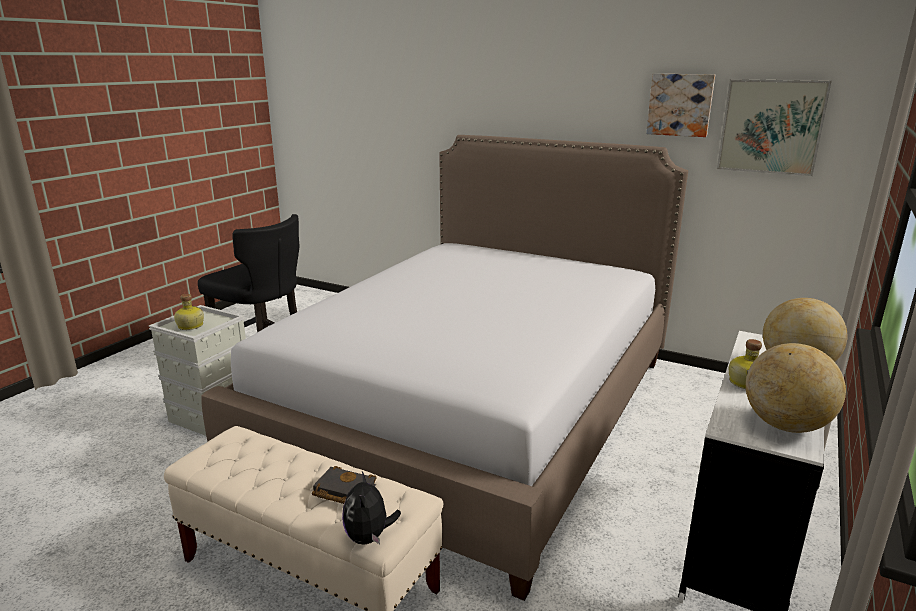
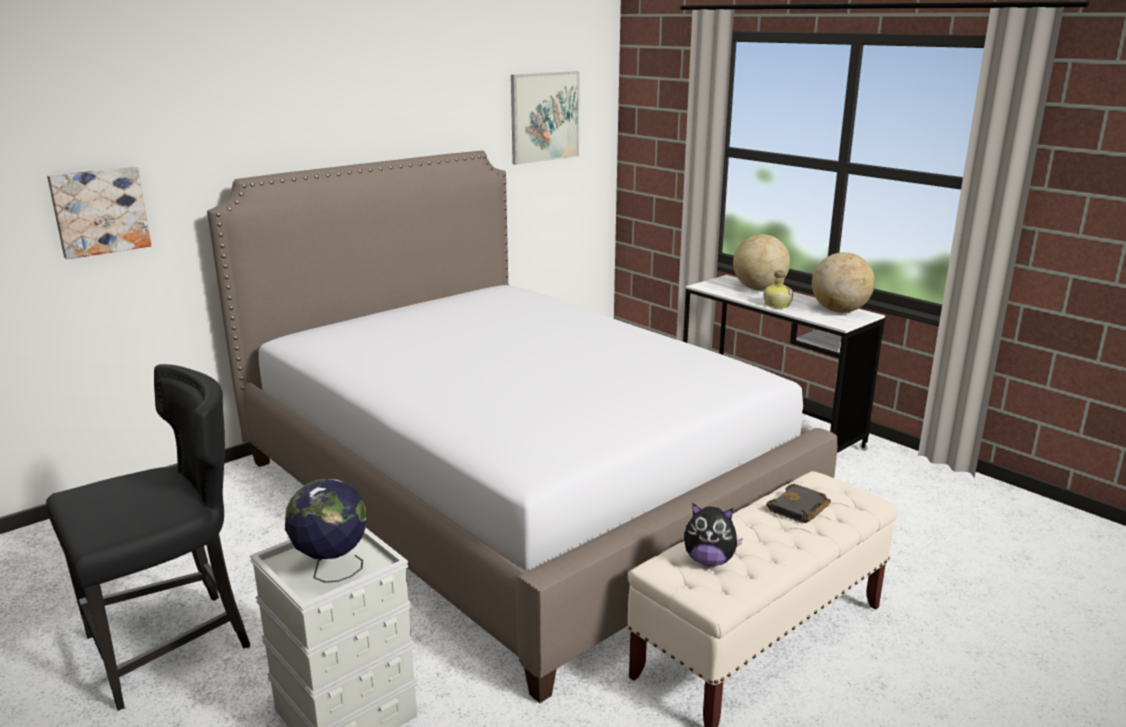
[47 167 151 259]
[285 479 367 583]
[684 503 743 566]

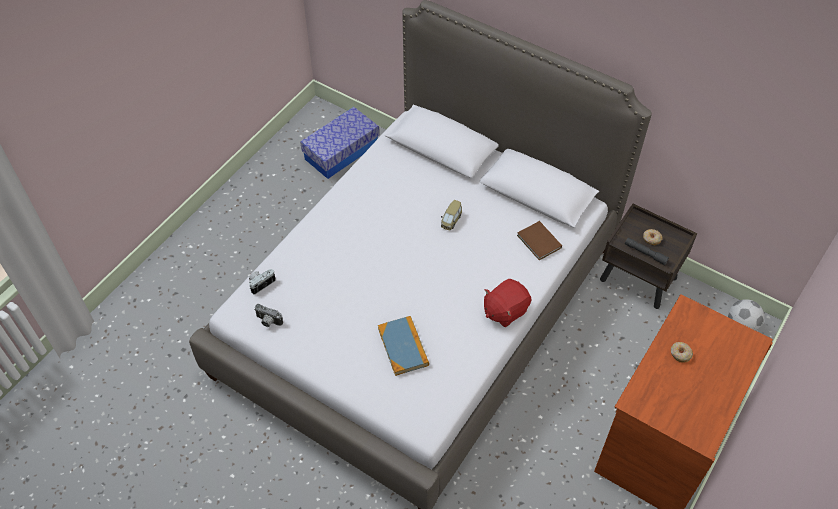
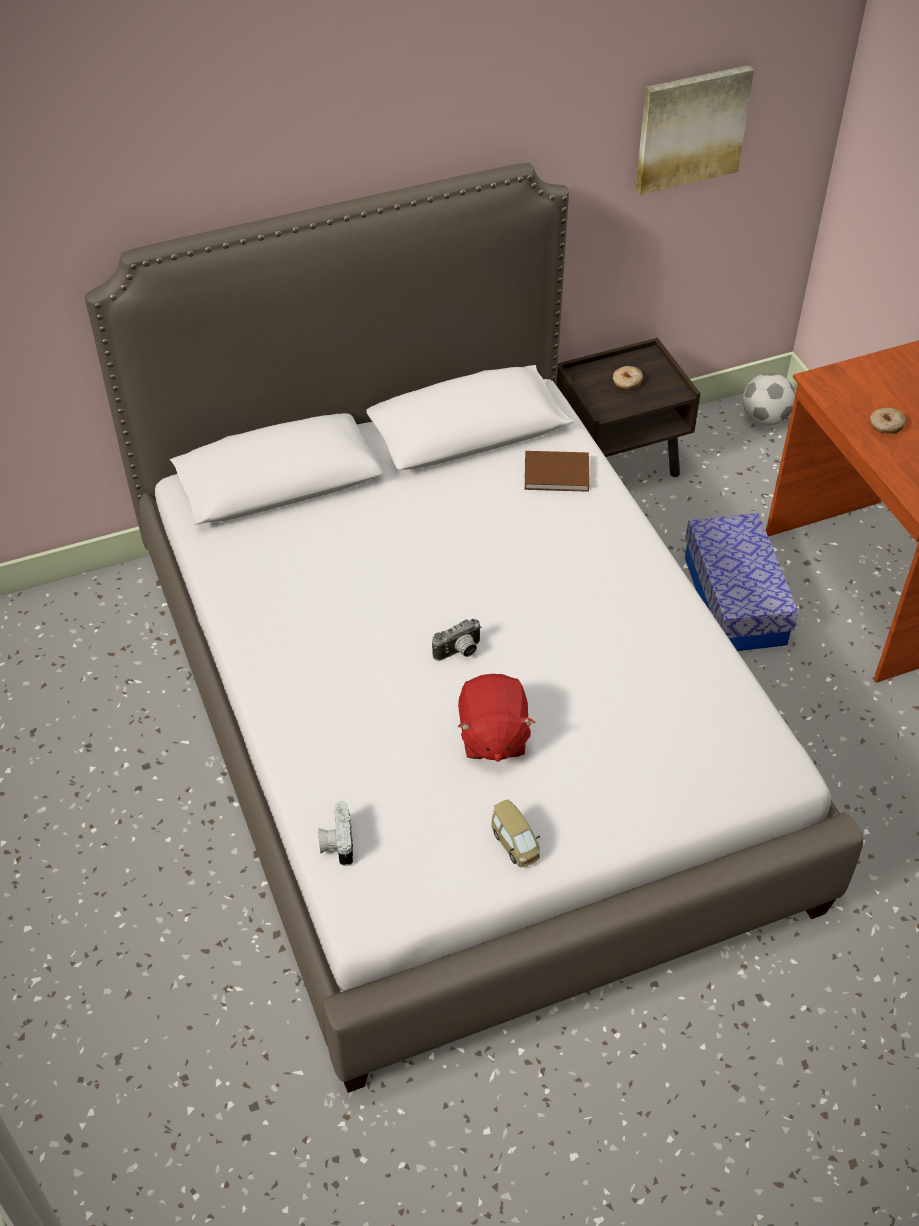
[432 619 482 661]
[458 674 535 762]
[491 799 540 868]
[636 65 754 195]
[685 513 799 651]
[378 316 429 376] (first image)
[625 237 669 265] (first image)

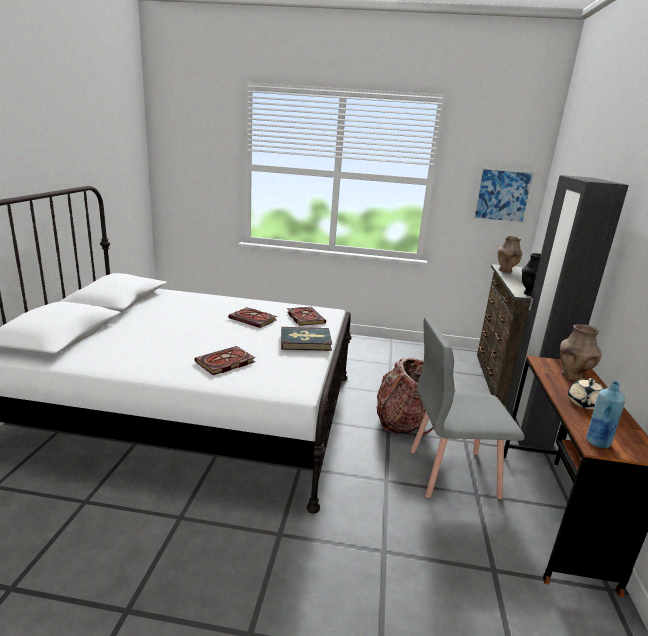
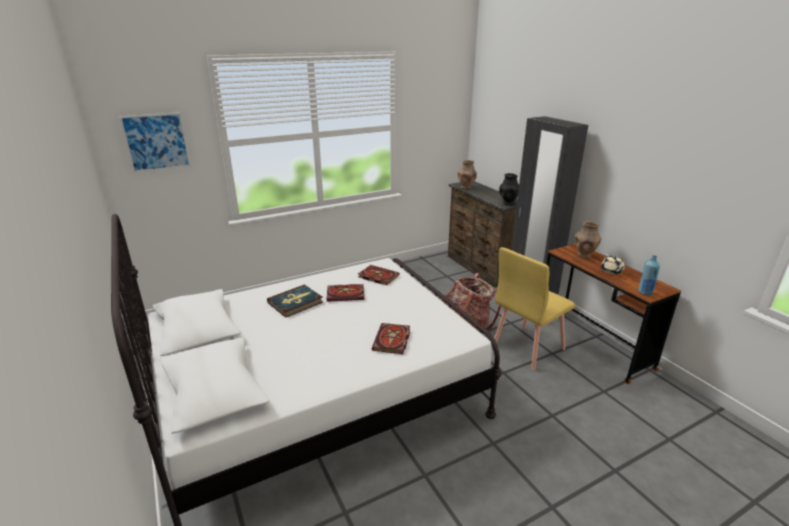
[119 112 191 173]
[267 285 323 318]
[494 247 576 370]

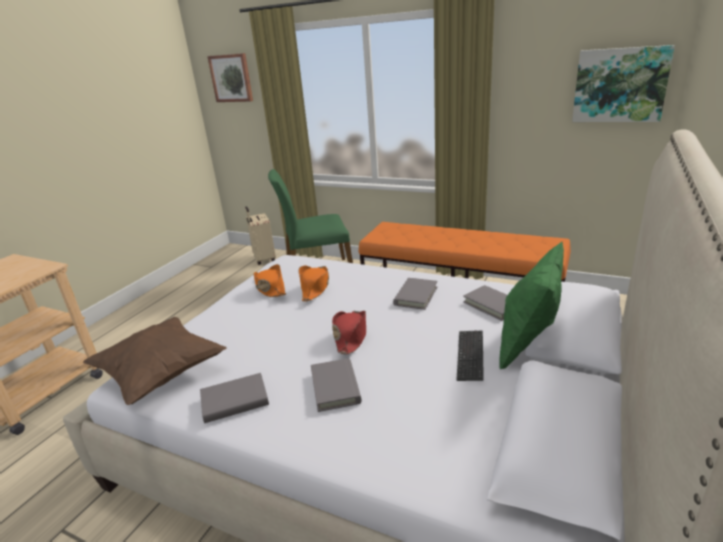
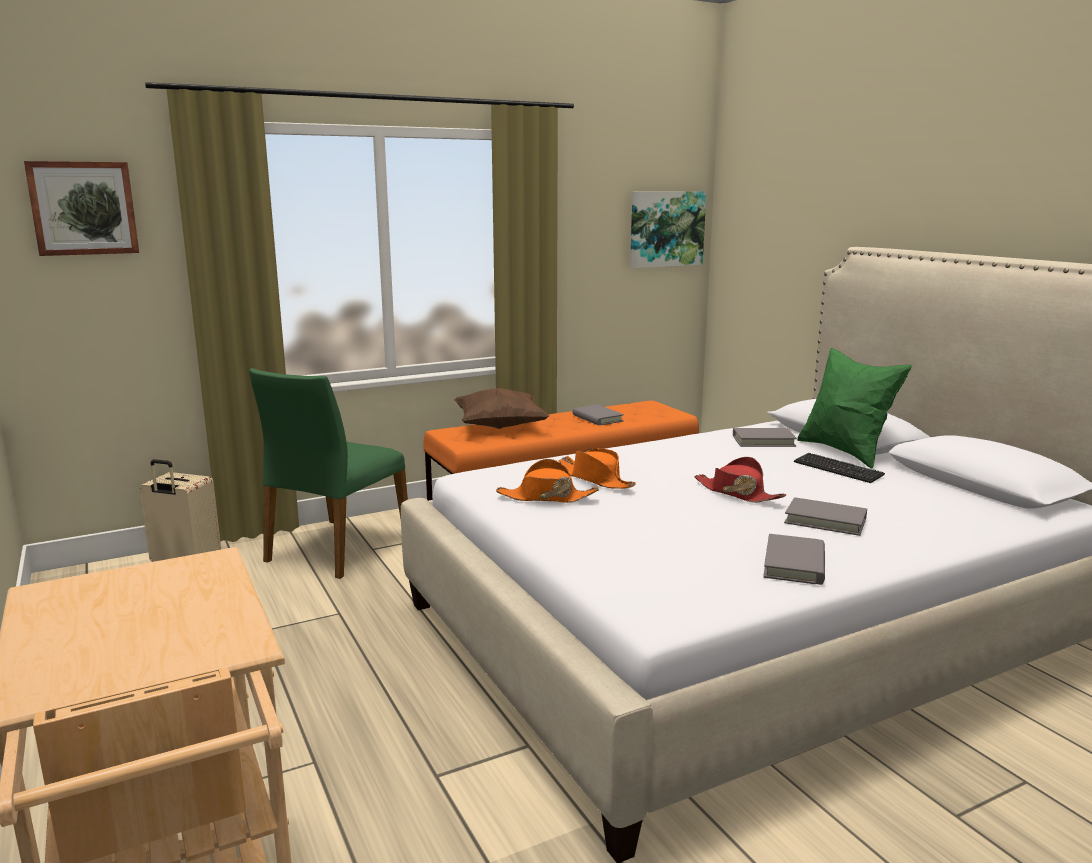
[454 388 549 429]
[573 405 624 425]

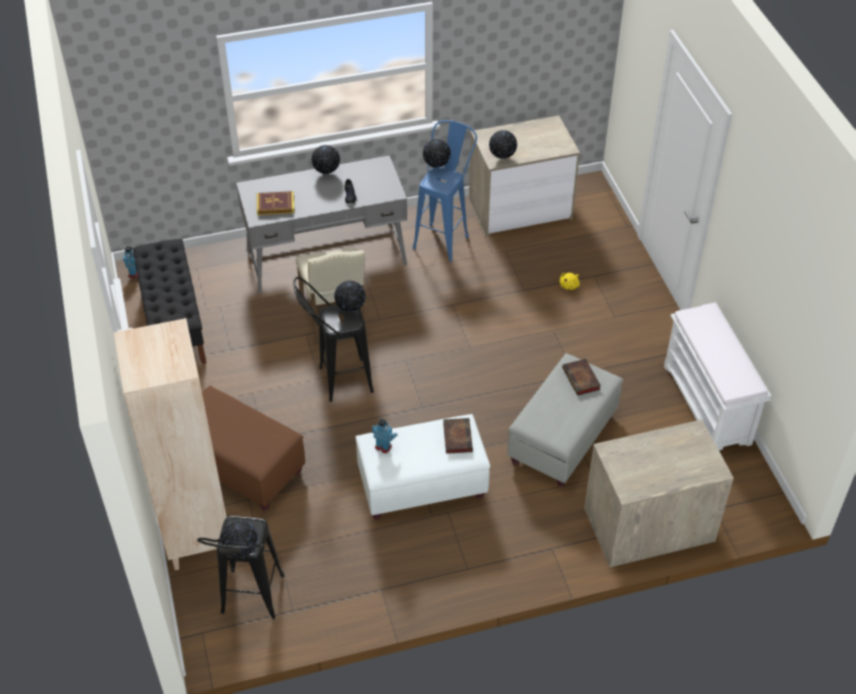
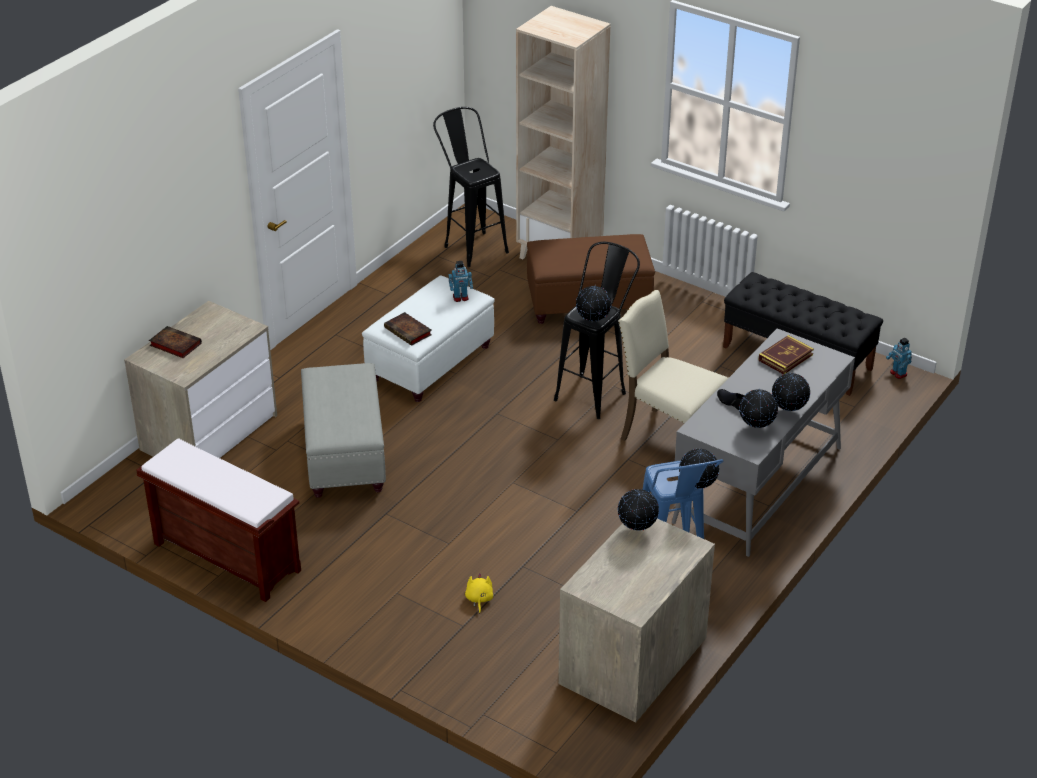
[136 438 301 602]
[149 326 202 358]
[739 389 778 428]

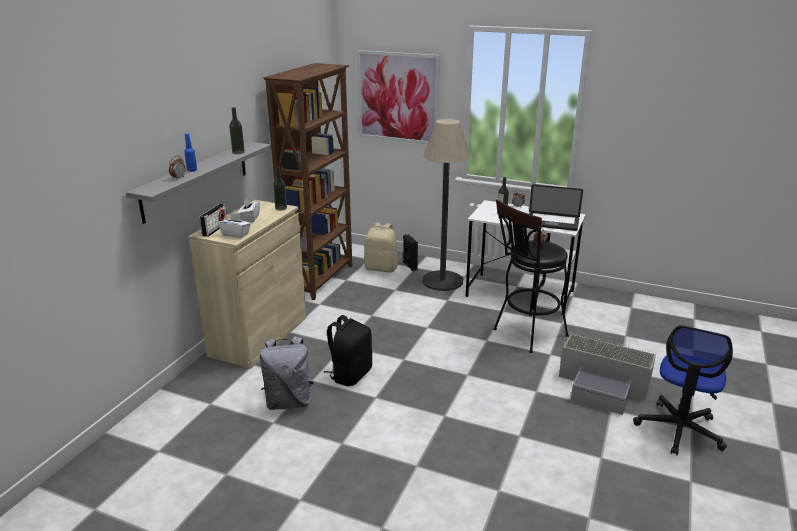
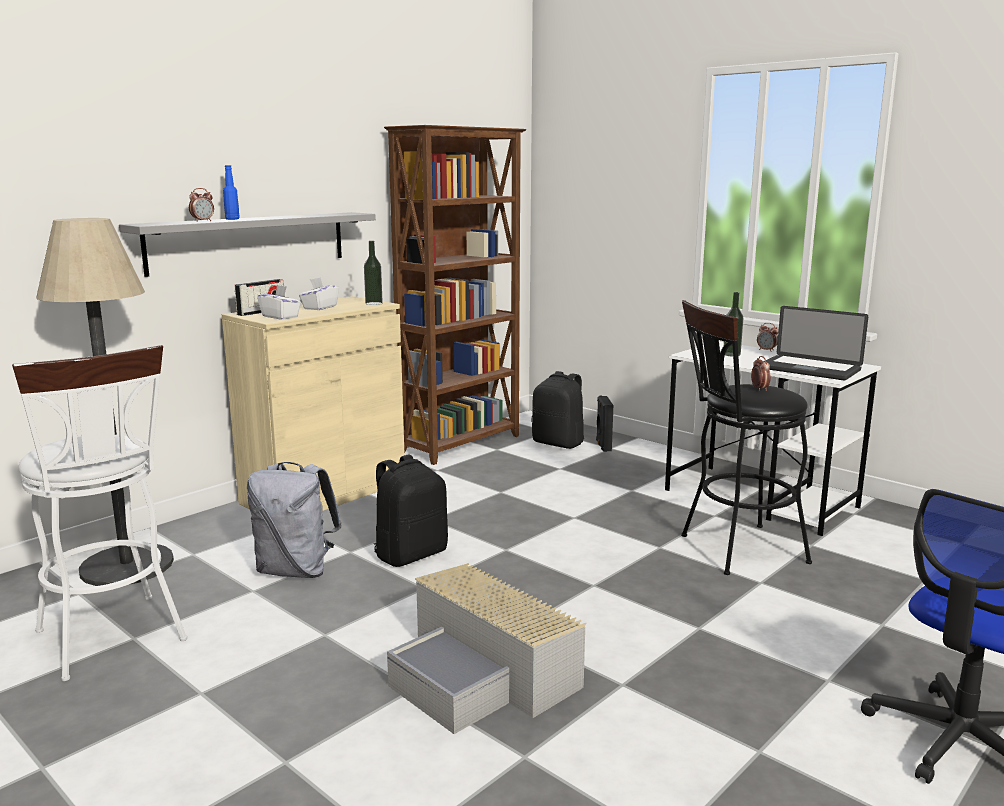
[12 345 187 681]
[36 218 174 586]
[387 563 586 734]
[531 371 584 449]
[229 107 245 154] (first image)
[357 50 440 144] (first image)

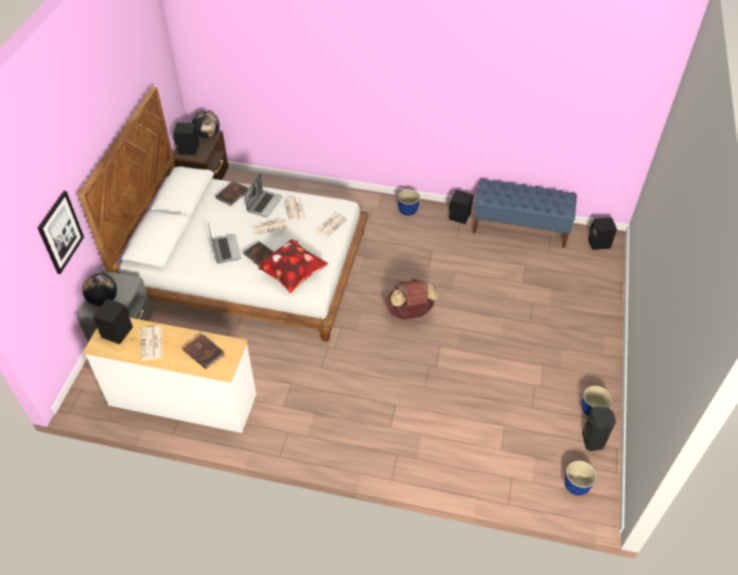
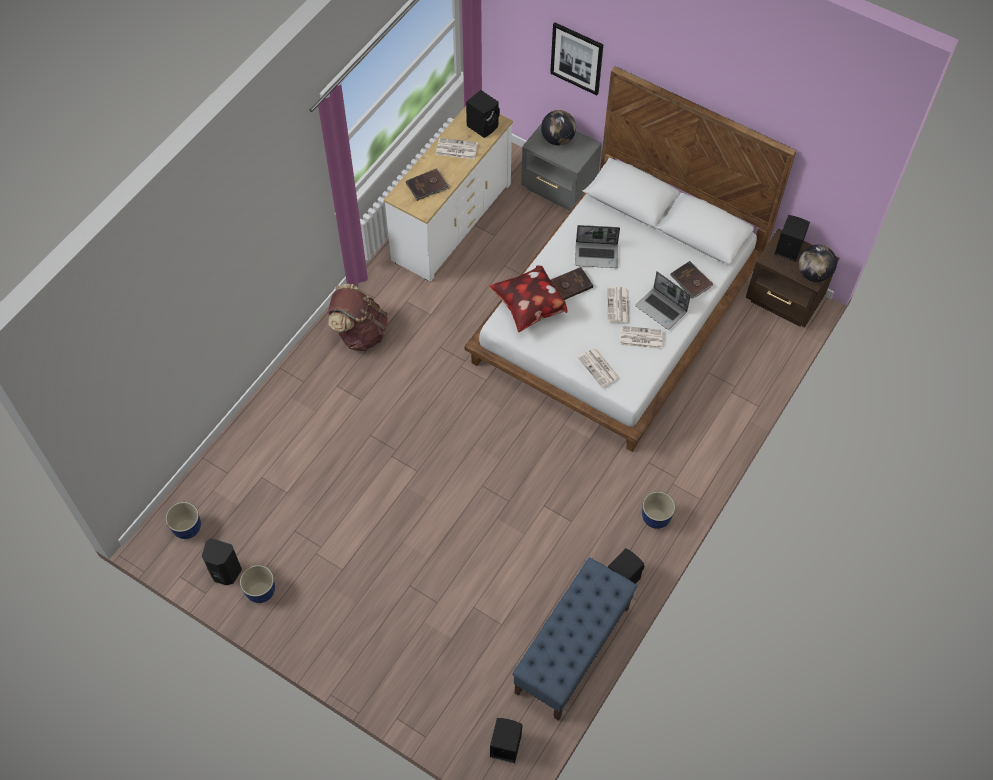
[328 284 388 351]

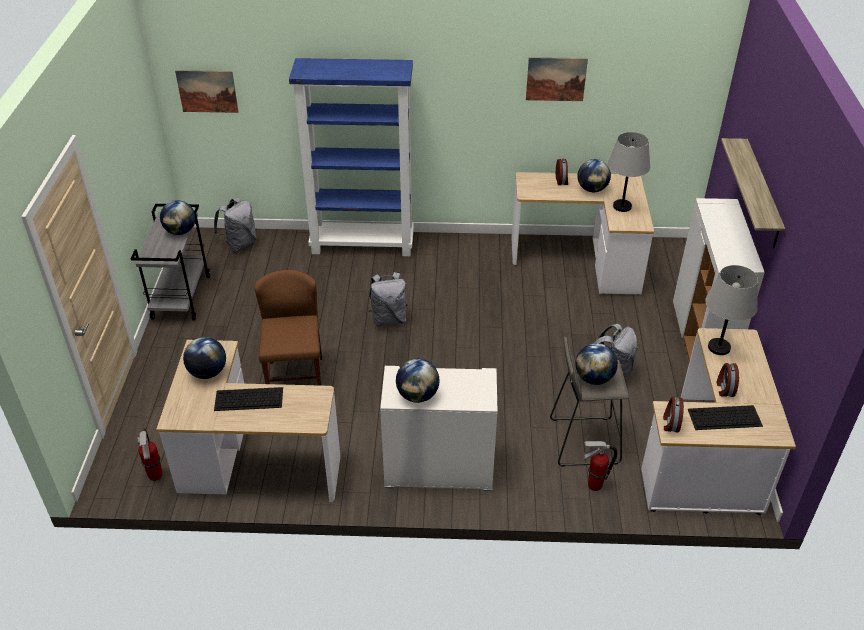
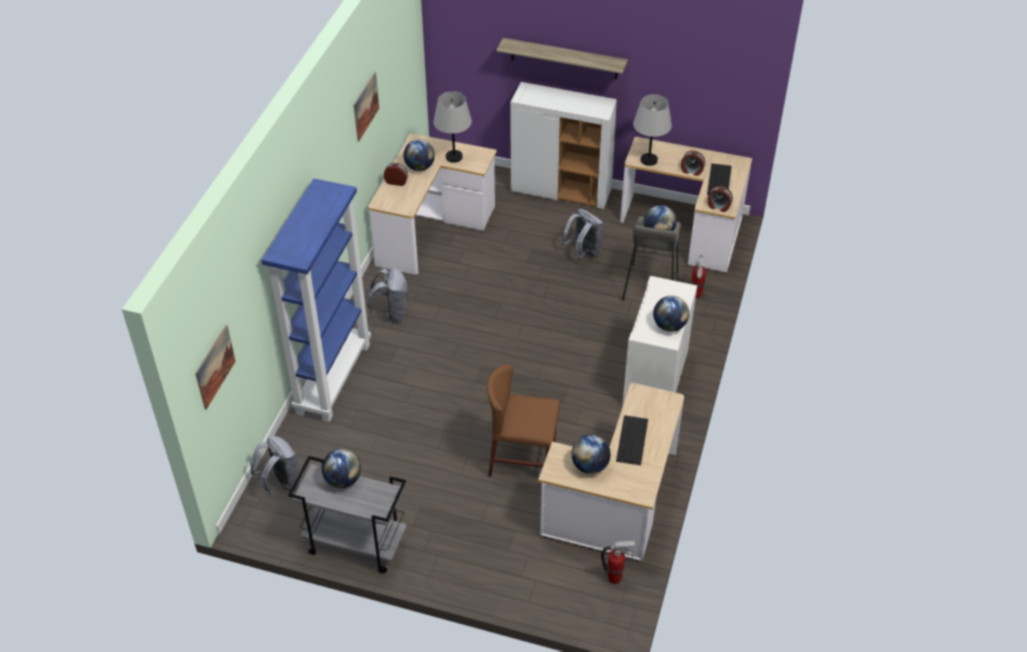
[368 268 408 323]

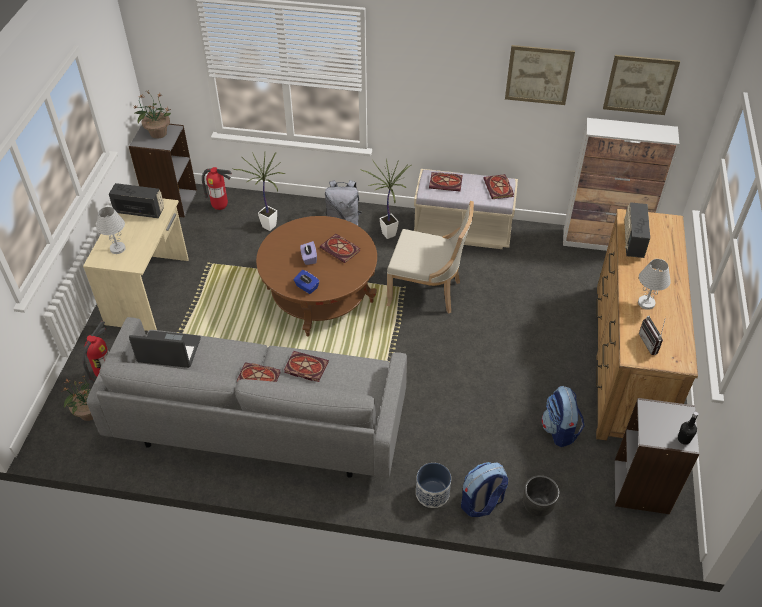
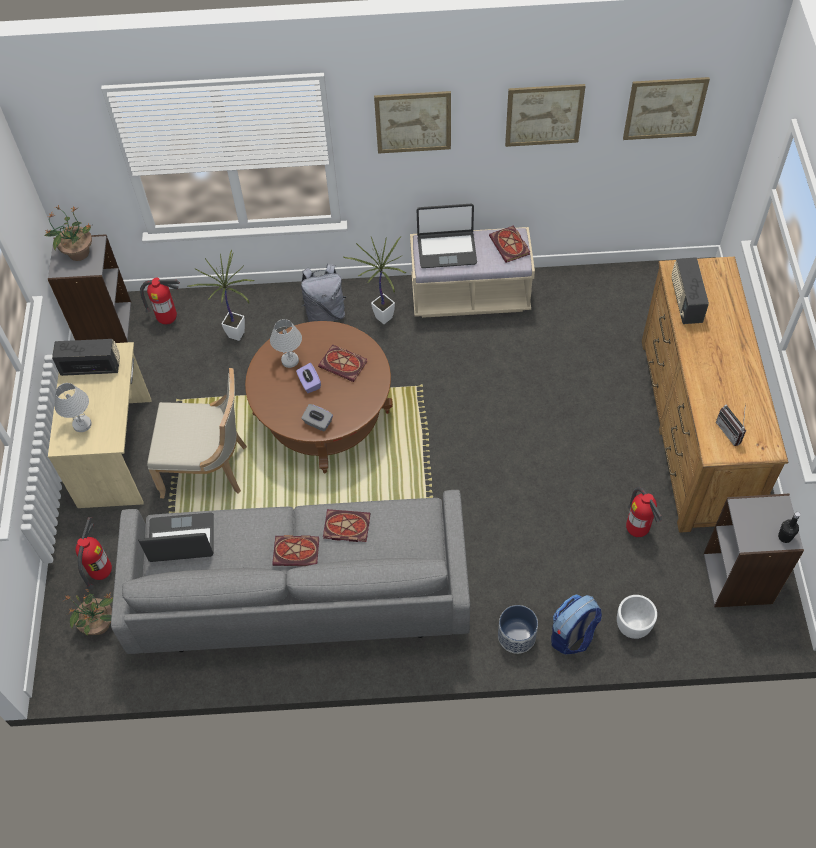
[147 368 247 498]
[270 319 302 368]
[301 404 333 431]
[374 91 451 154]
[417 204 477 268]
[617 595 657 639]
[626 487 662 537]
[563 118 679 251] (first image)

